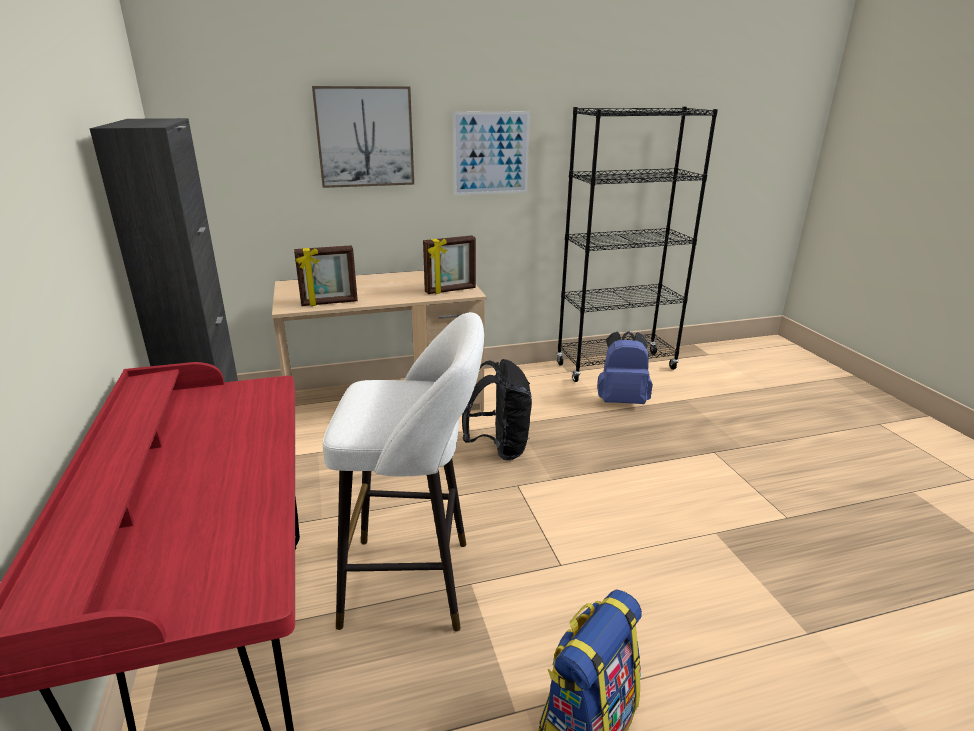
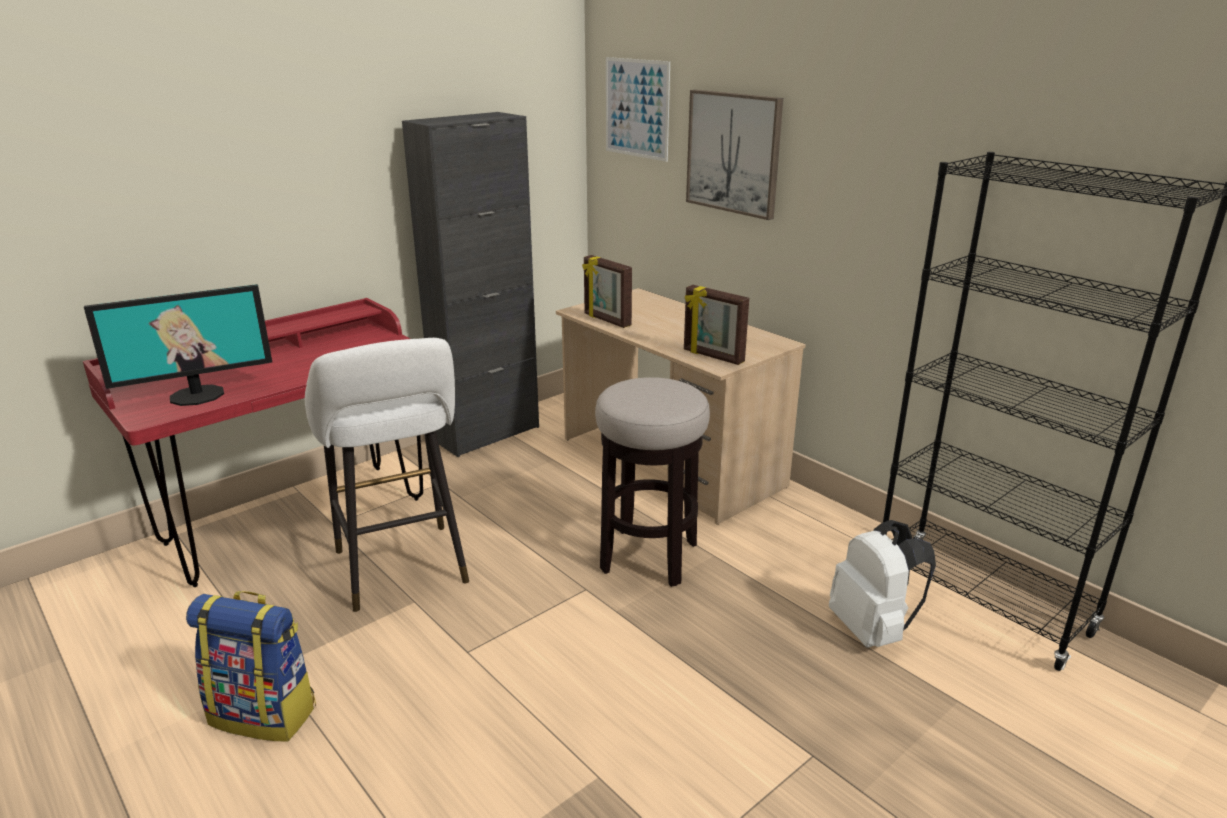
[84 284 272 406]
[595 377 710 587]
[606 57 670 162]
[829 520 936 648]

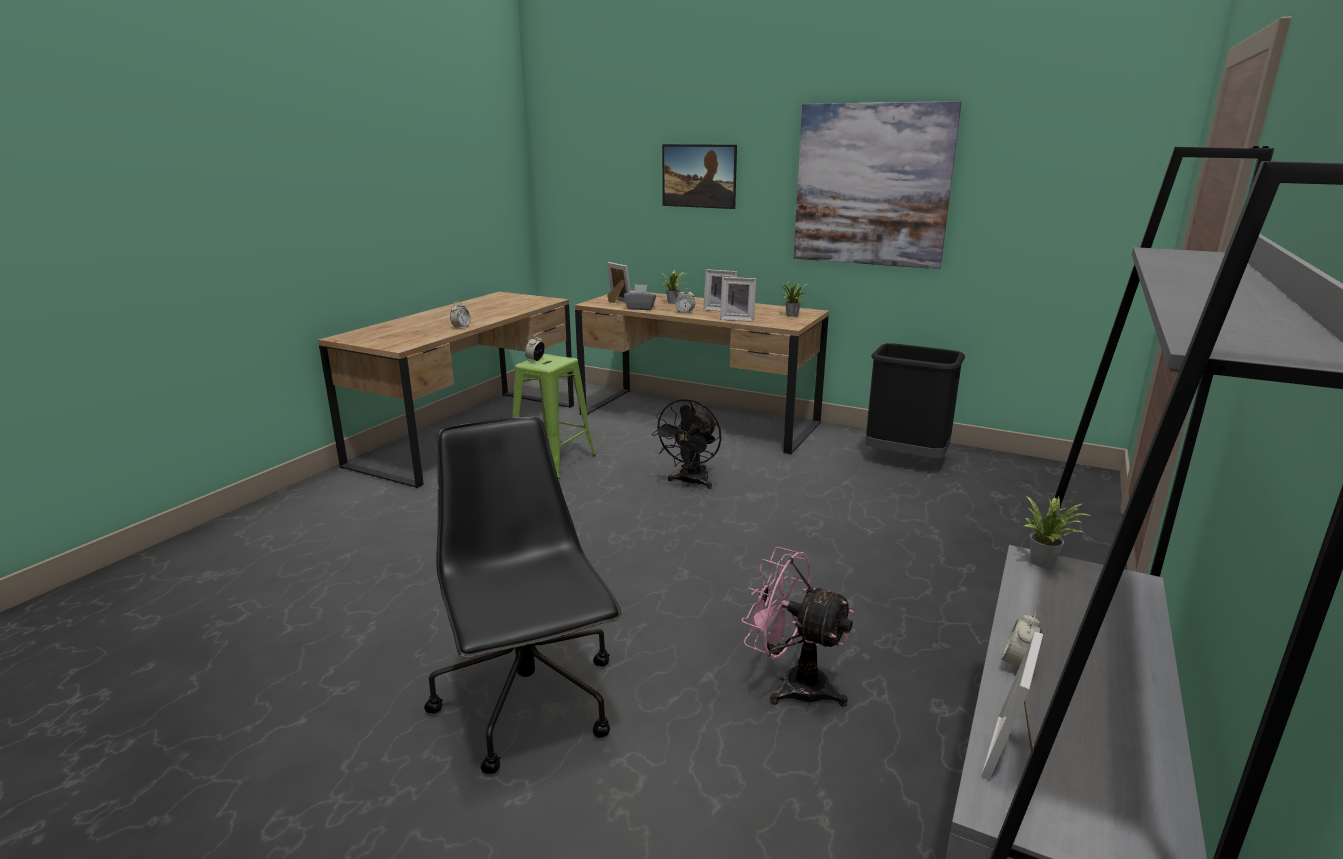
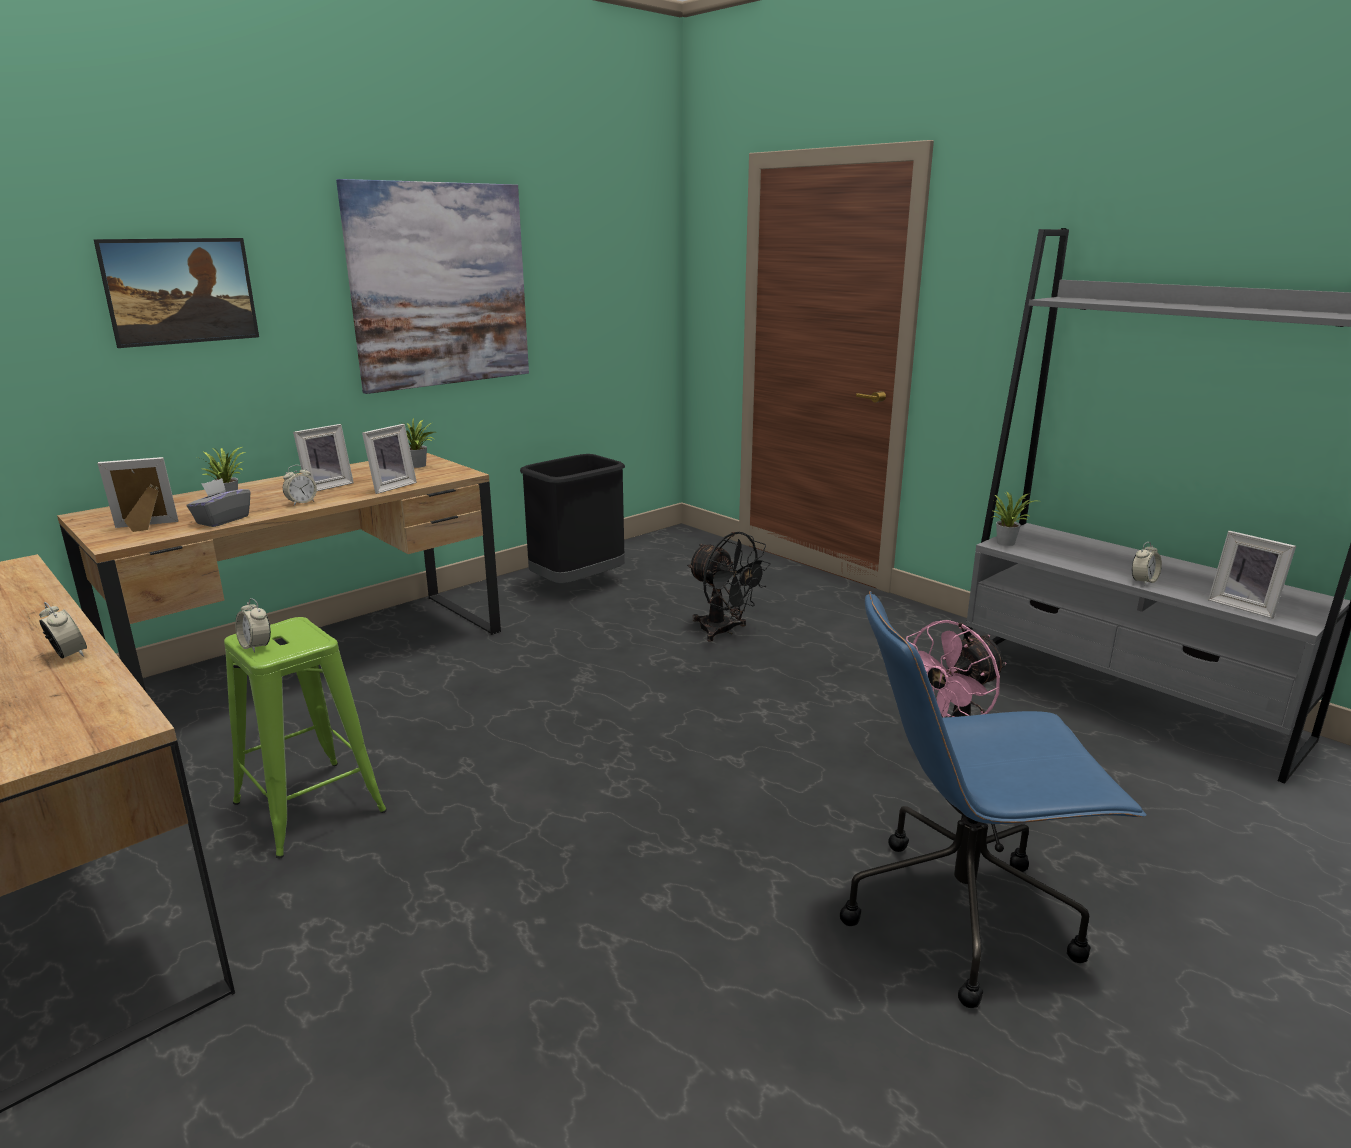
[687 532 771 642]
[840 591 1146 1008]
[1132 542 1162 586]

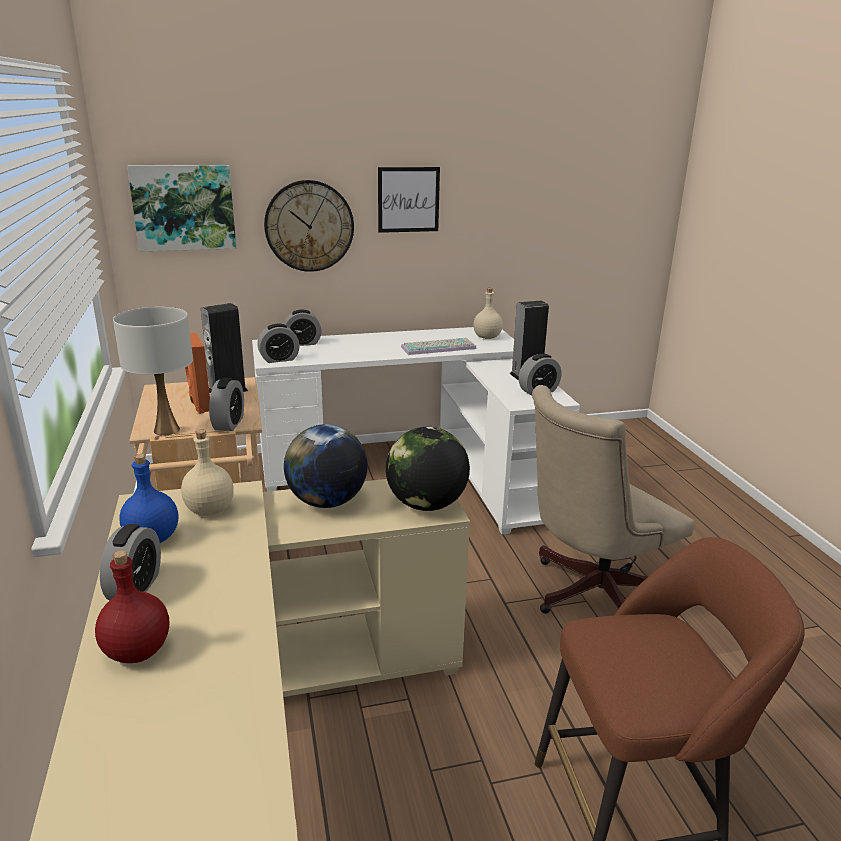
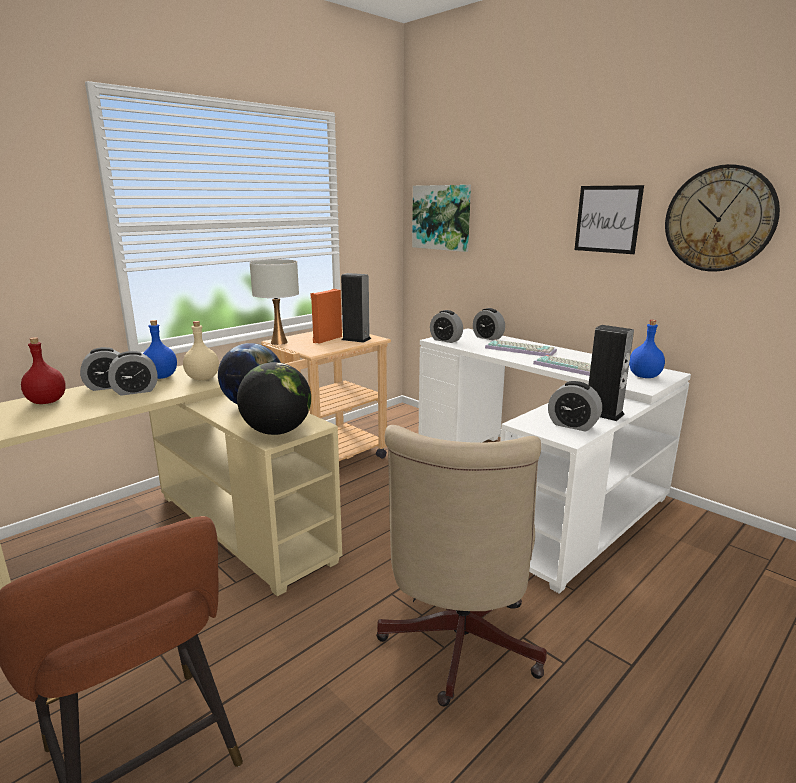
[108 351 158 396]
[376 425 547 707]
[485 340 557 356]
[629 320 665 378]
[665 164 780 272]

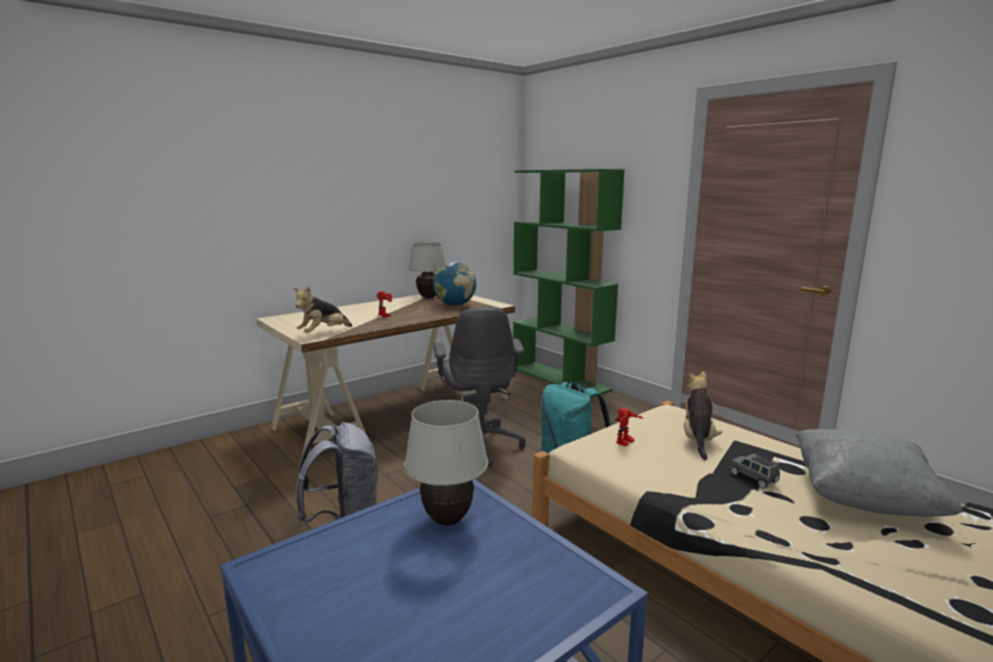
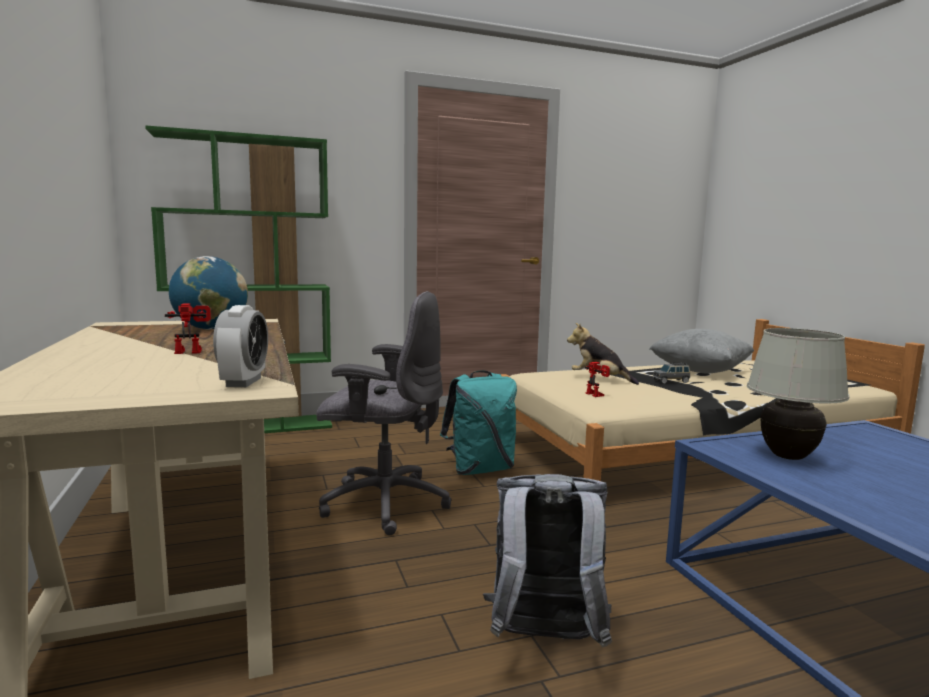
[213 305 268 387]
[409 242 446 298] (first image)

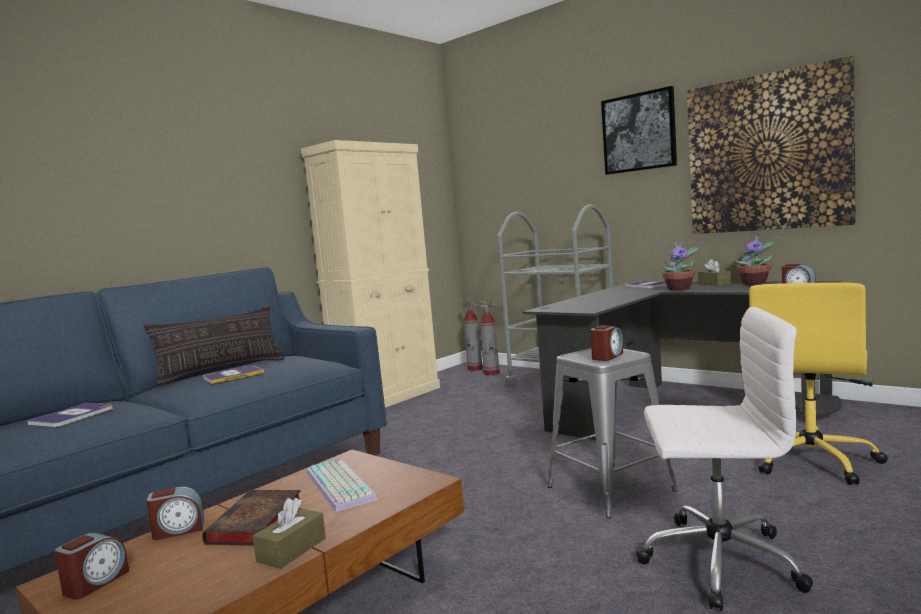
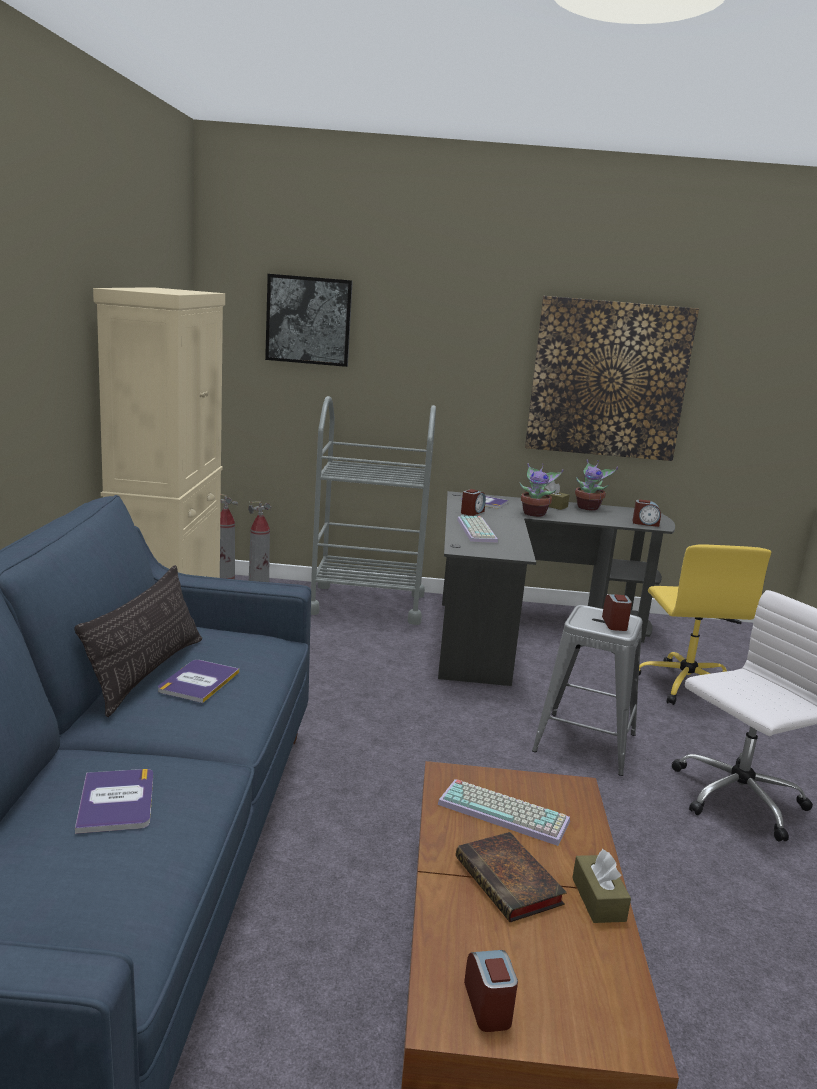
[265 274 353 367]
[457 515 498 543]
[461 489 486 516]

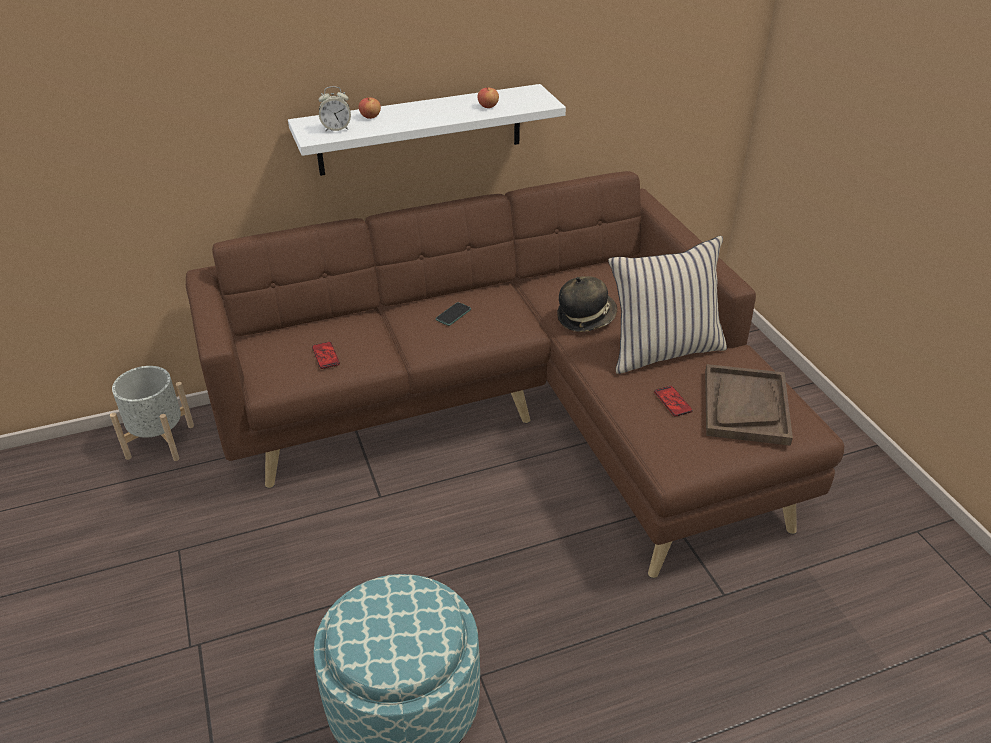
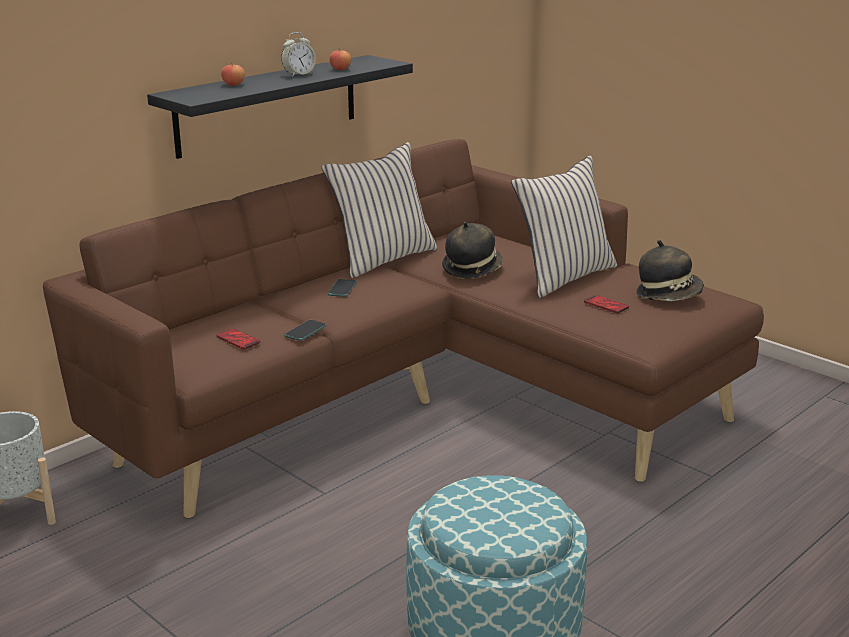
[147 55 413 159]
[281 32 316 77]
[284 320 326 341]
[322 142 437 278]
[636 240 704 301]

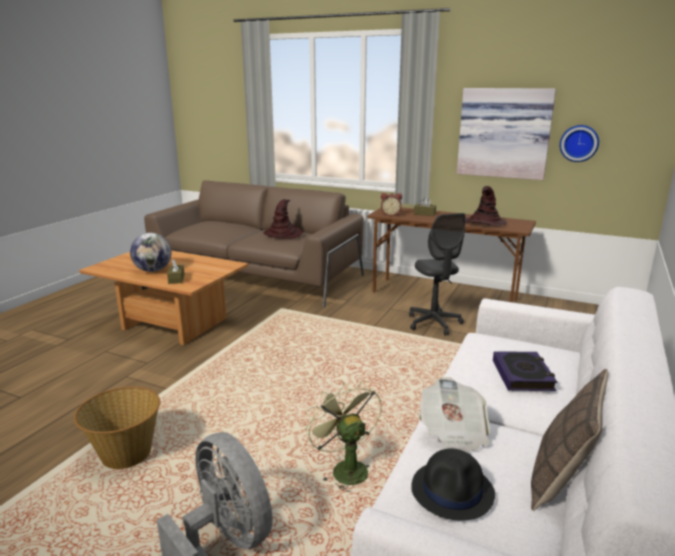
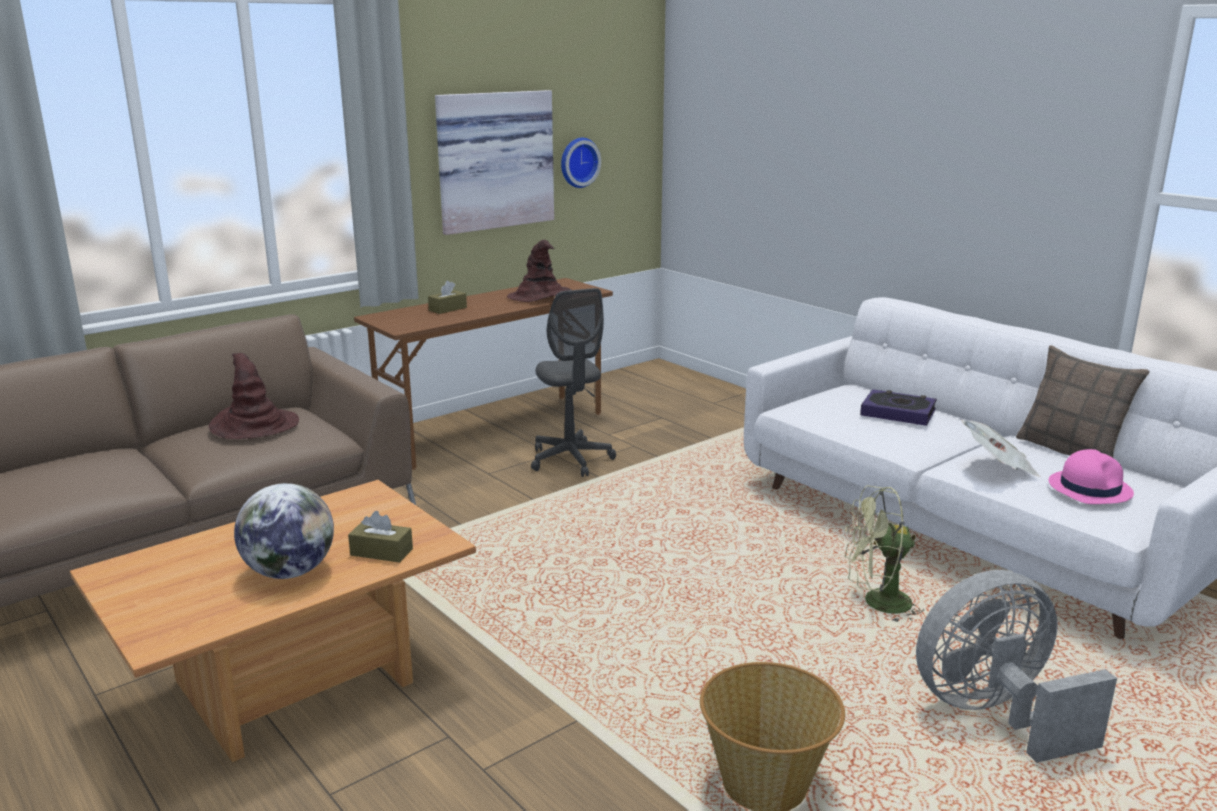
[531 288 616 477]
[1049 449 1134 504]
[381 193 402 216] (first image)

